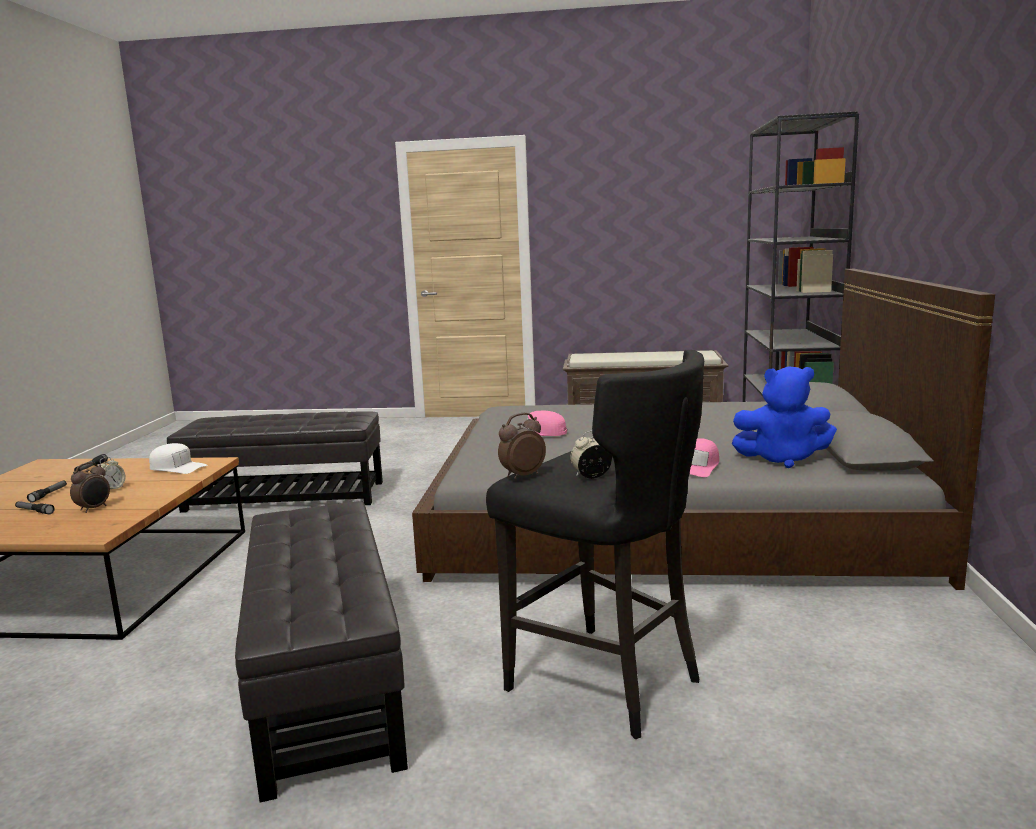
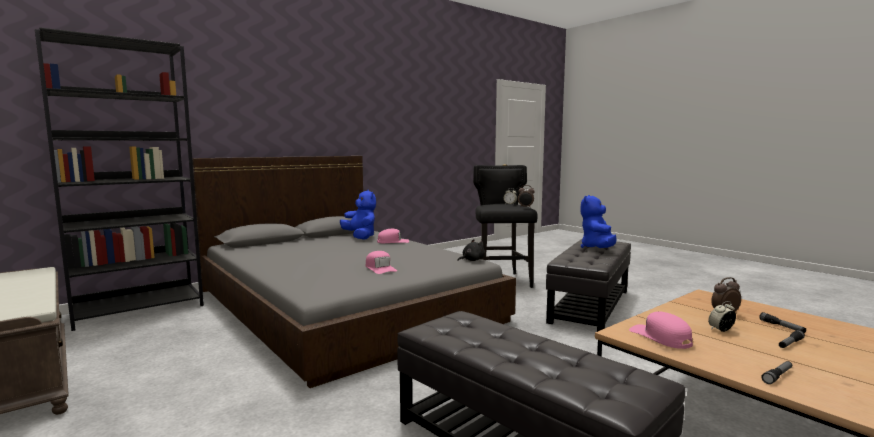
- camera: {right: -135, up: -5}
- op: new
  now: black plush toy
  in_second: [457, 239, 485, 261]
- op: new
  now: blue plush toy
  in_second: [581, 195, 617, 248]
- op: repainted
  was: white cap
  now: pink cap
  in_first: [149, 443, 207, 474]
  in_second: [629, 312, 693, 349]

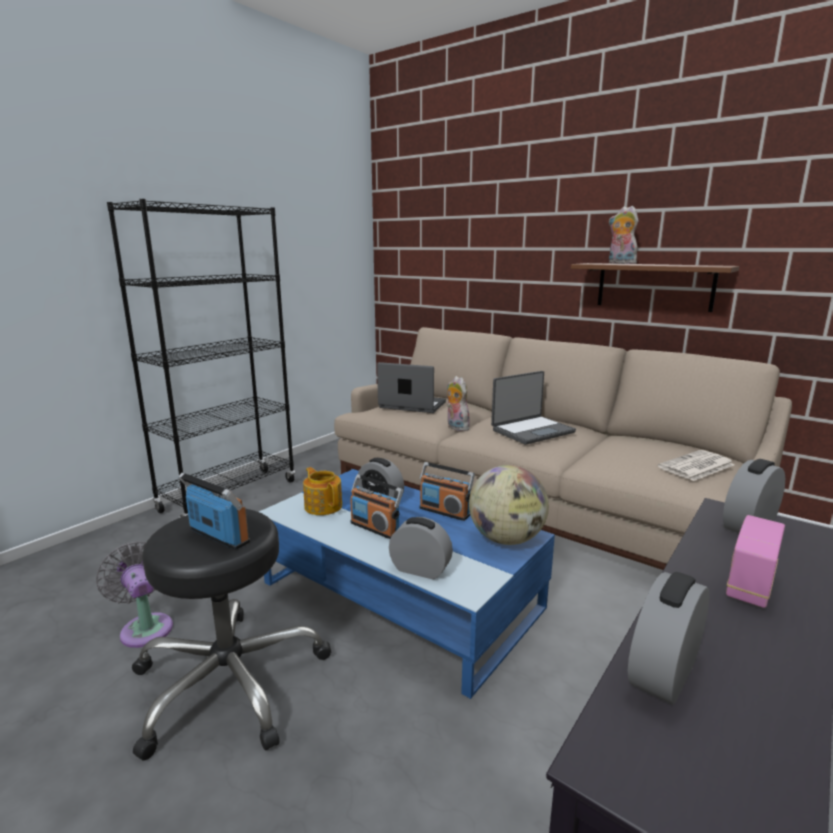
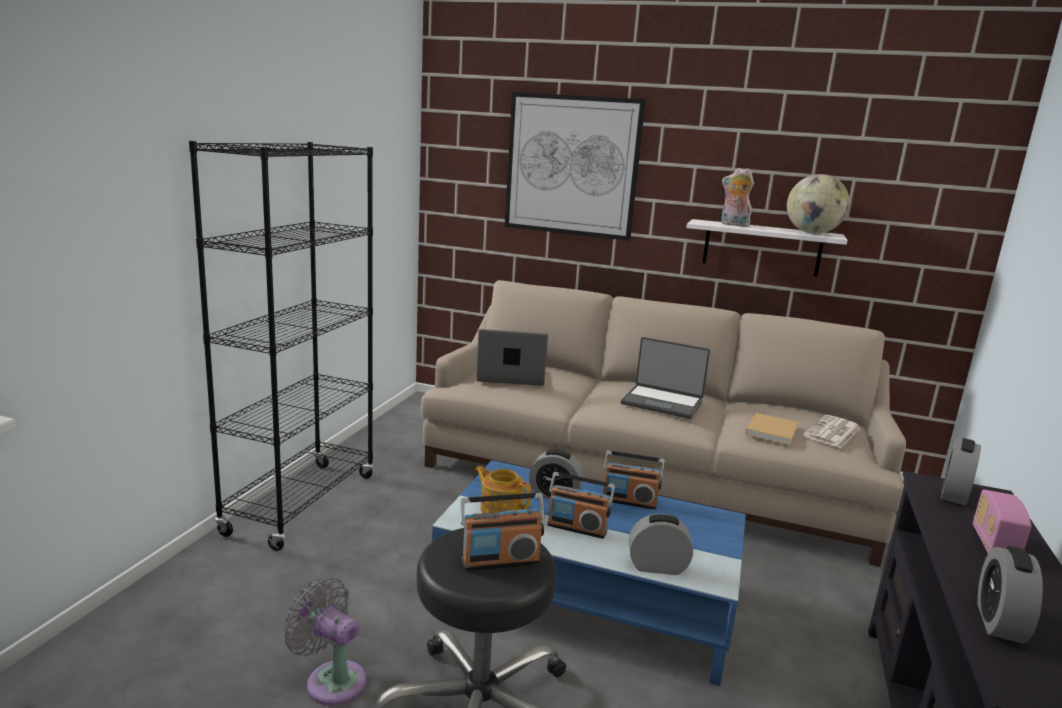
- camera: {right: -20, up: 0}
- op: gone
  was: plush toy
  in_first: [447, 376, 470, 431]
- op: new
  now: picture
  in_second: [505, 92, 646, 241]
- op: new
  now: beige book
  in_second: [745, 413, 799, 445]
- op: shifted
  was: globe
  in_first: [469, 465, 549, 545]
  in_second: [787, 174, 850, 234]
- op: repainted
  was: brown shelf
  now: white shelf
  in_first: [571, 263, 739, 312]
  in_second: [686, 219, 848, 277]
- op: rotated
  was: radio
  in_first: [178, 473, 250, 550]
  in_second: [460, 493, 545, 571]
  clockwise: 150
- op: rotated
  was: laptop
  in_first: [491, 371, 576, 445]
  in_second: [621, 337, 710, 419]
  clockwise: 75

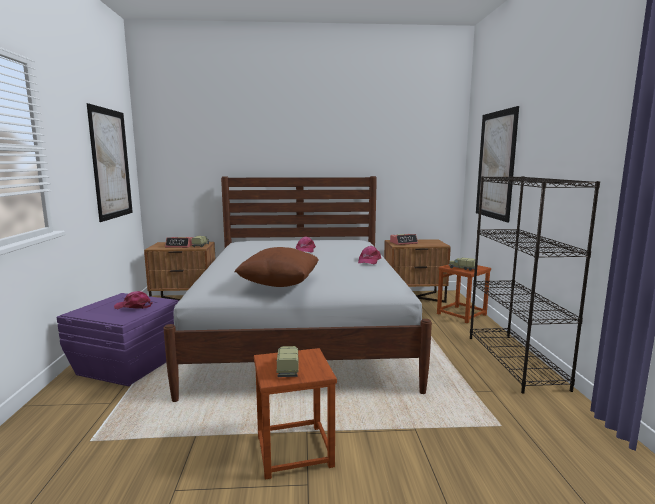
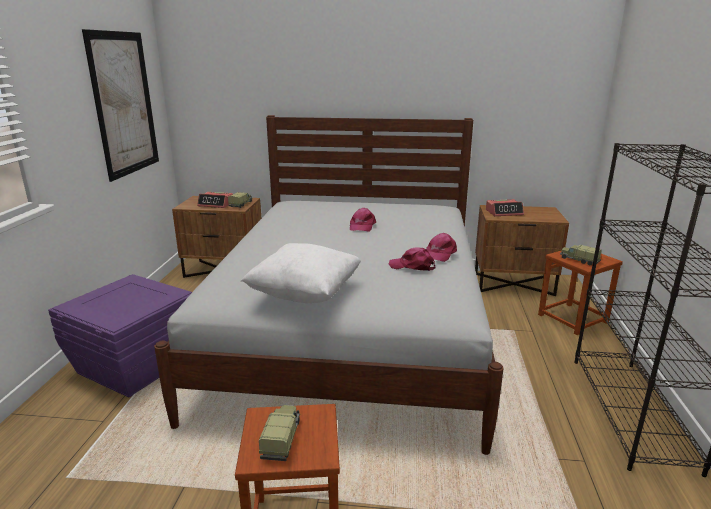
- camera: {right: 10, up: 10}
- op: gone
  was: picture
  in_first: [476, 106, 519, 223]
- op: shifted
  was: pink cap
  in_first: [114, 291, 153, 309]
  in_second: [389, 248, 435, 271]
- op: repainted
  was: brown pillow
  now: white pillow
  in_first: [234, 247, 318, 287]
  in_second: [241, 243, 361, 303]

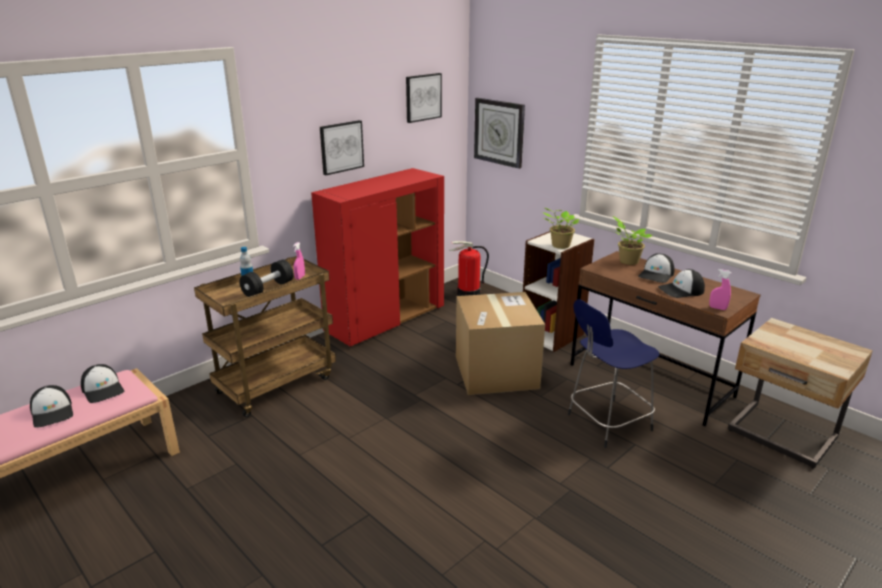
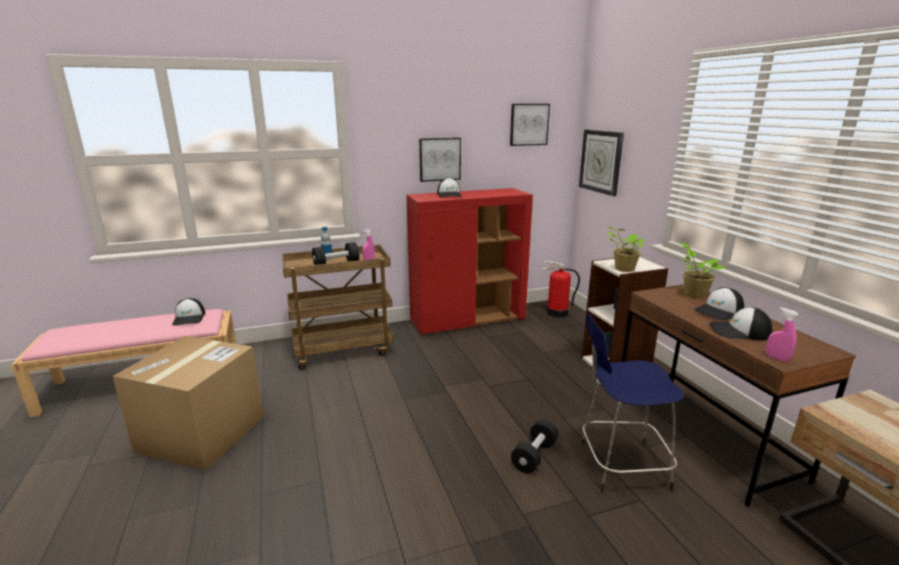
- camera: {right: 25, up: -5}
- op: new
  now: black dumbbell
  in_second: [511, 419, 558, 474]
- op: shifted
  was: cap
  in_first: [30, 385, 73, 427]
  in_second: [437, 178, 462, 197]
- op: shifted
  was: cardboard box
  in_first: [456, 292, 545, 395]
  in_second: [112, 336, 264, 471]

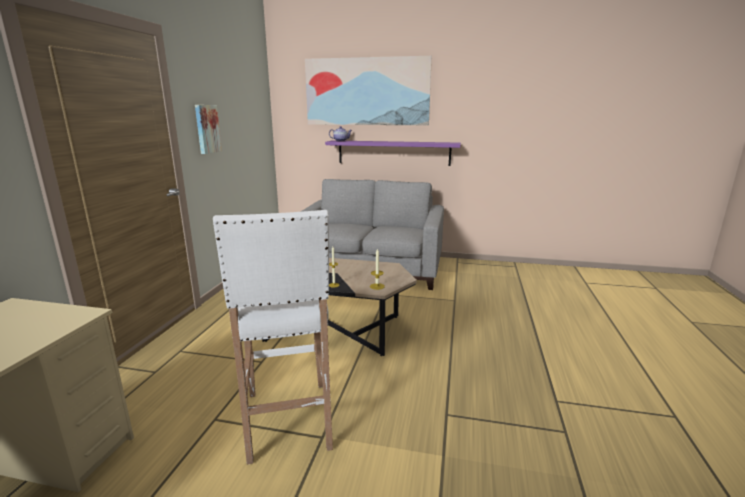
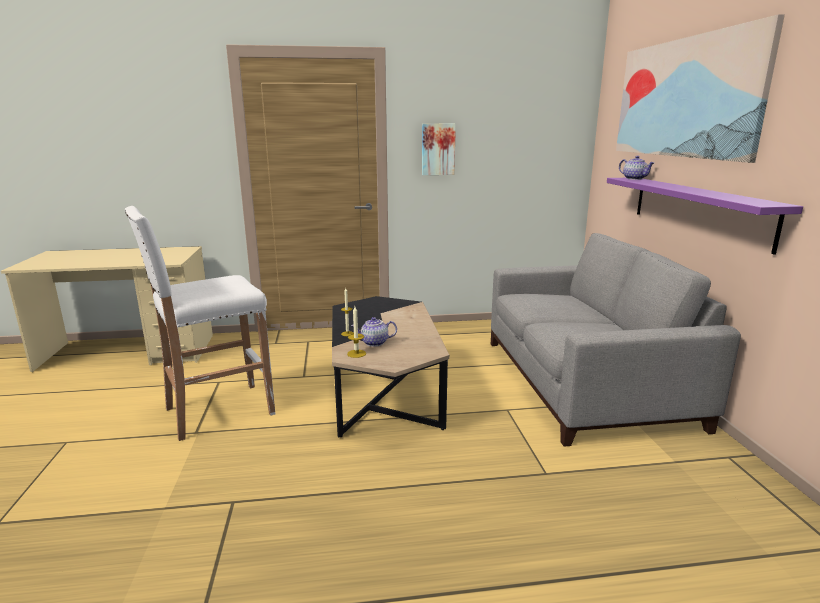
- camera: {right: 70, up: 0}
- op: new
  now: teapot
  in_second: [351, 317, 397, 347]

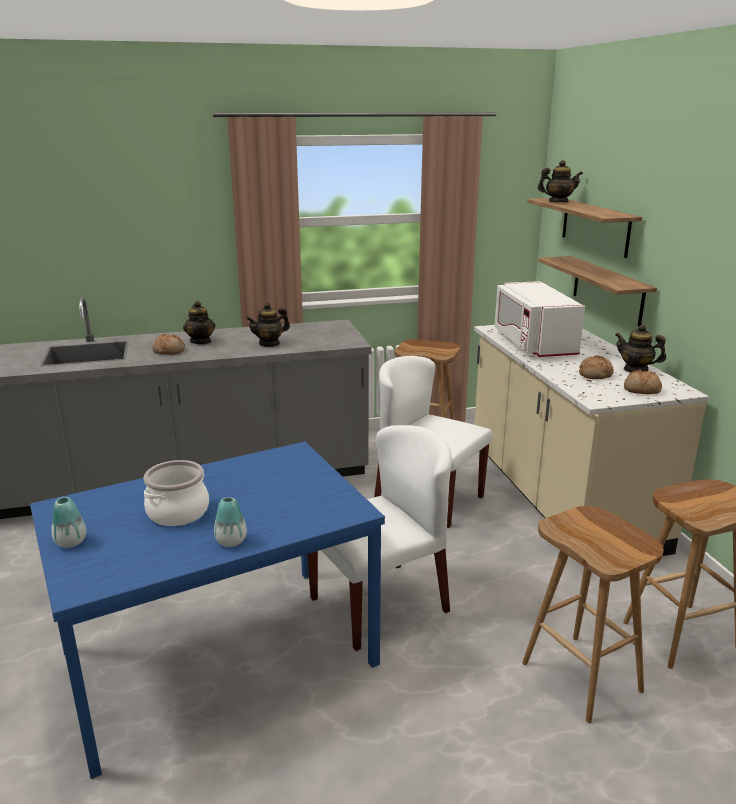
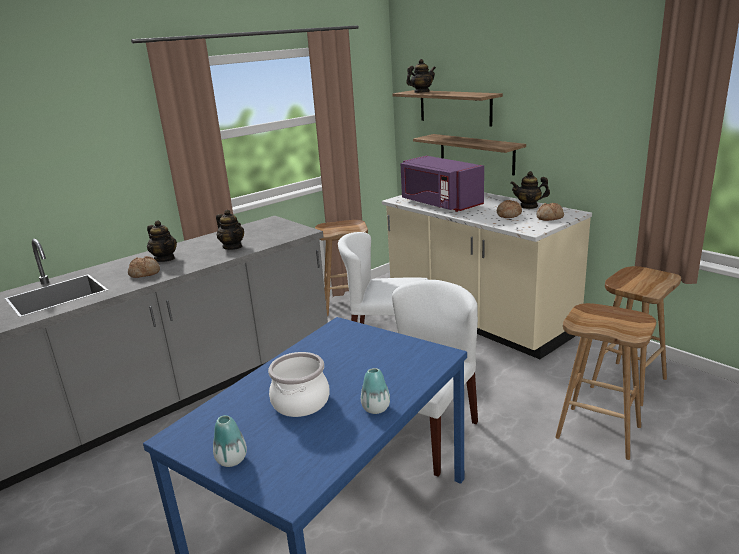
- camera: {right: -25, up: 0}
- op: repainted
  was: white microwave
  now: purple microwave
  in_first: [494, 281, 585, 357]
  in_second: [400, 156, 484, 212]
- op: rotated
  was: teapot
  in_first: [246, 303, 290, 347]
  in_second: [216, 210, 244, 250]
  clockwise: -75

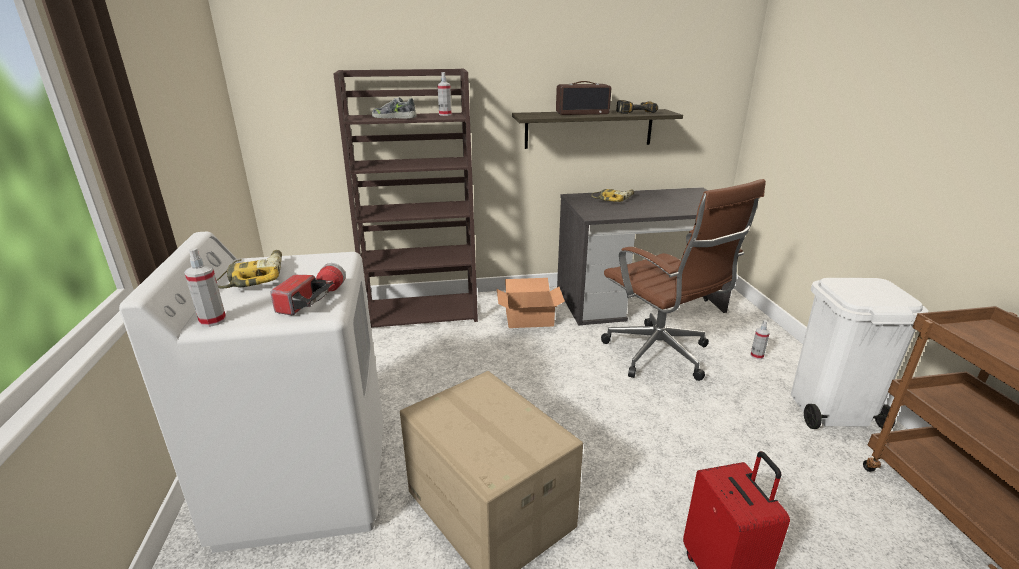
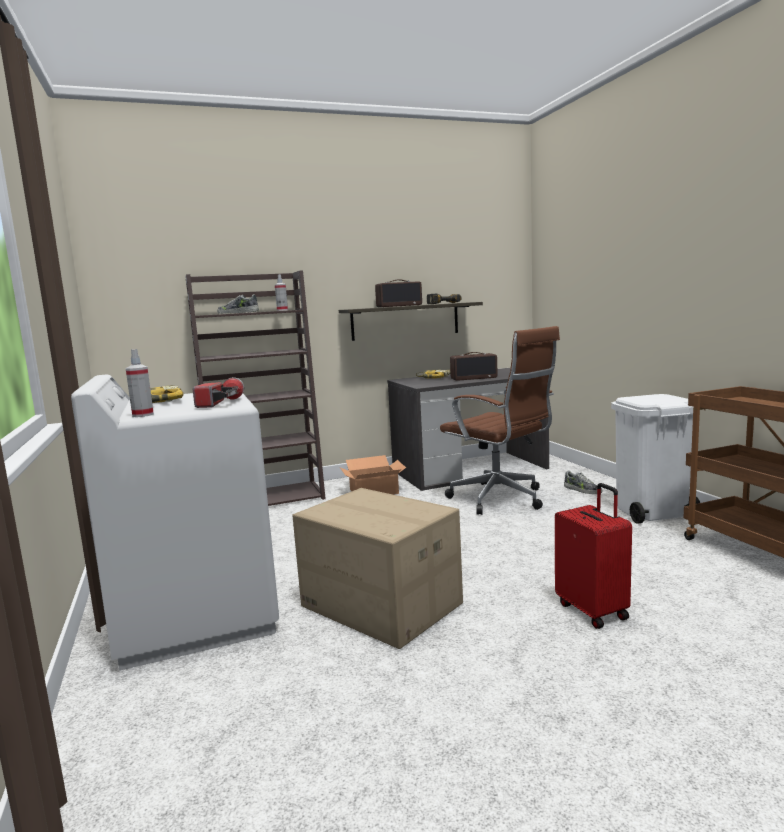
- camera: {right: -10, up: -15}
- op: new
  now: radio
  in_second: [450, 352, 497, 381]
- op: swapped
  was: spray bottle
  now: shoe
  in_first: [750, 320, 770, 359]
  in_second: [564, 470, 602, 494]

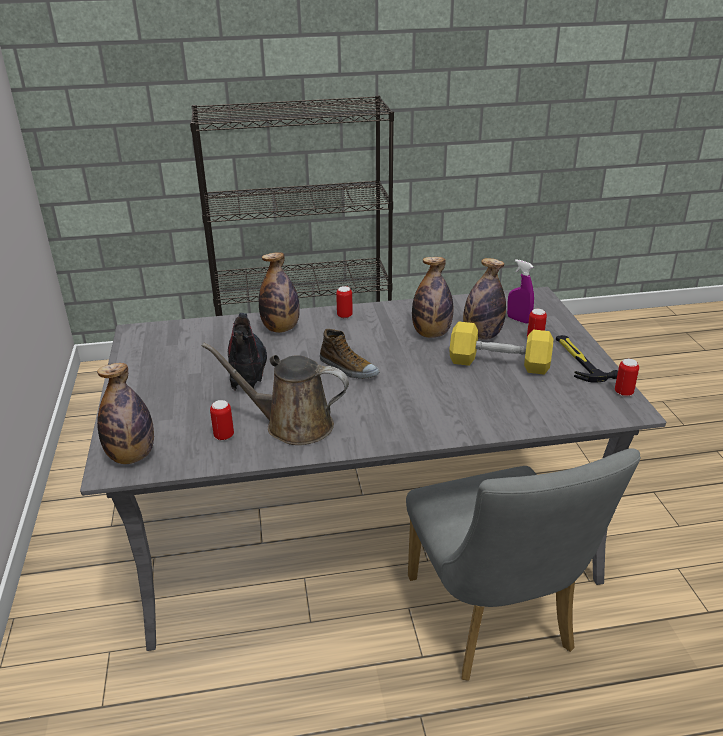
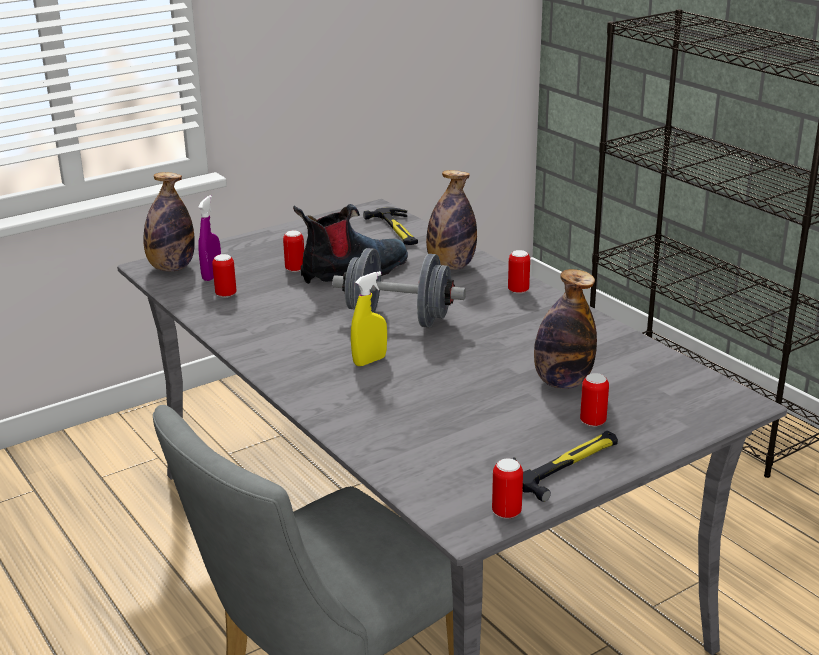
- camera: {right: 65, up: -5}
- op: gone
  was: brown watering can
  in_first: [202, 343, 349, 445]
- op: gone
  was: bottle
  in_first: [412, 257, 454, 338]
- op: gone
  was: yellow dumbbell
  in_first: [449, 322, 553, 375]
- op: new
  now: can
  in_second: [283, 230, 304, 272]
- op: new
  now: yellow spray bottle
  in_second: [351, 271, 387, 366]
- op: new
  now: hammer
  in_second: [363, 207, 418, 245]
- op: shifted
  was: purple spray bottle
  in_first: [507, 259, 534, 324]
  in_second: [198, 195, 221, 281]
- op: swapped
  was: shoe
  now: grey dumbbell
  in_first: [320, 329, 379, 379]
  in_second: [332, 248, 466, 327]

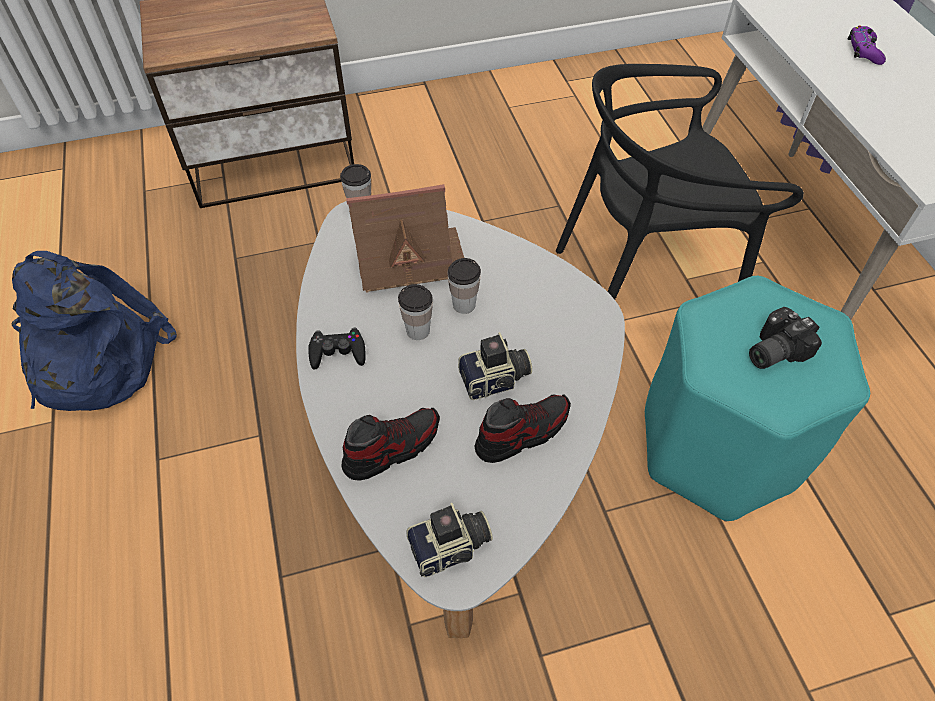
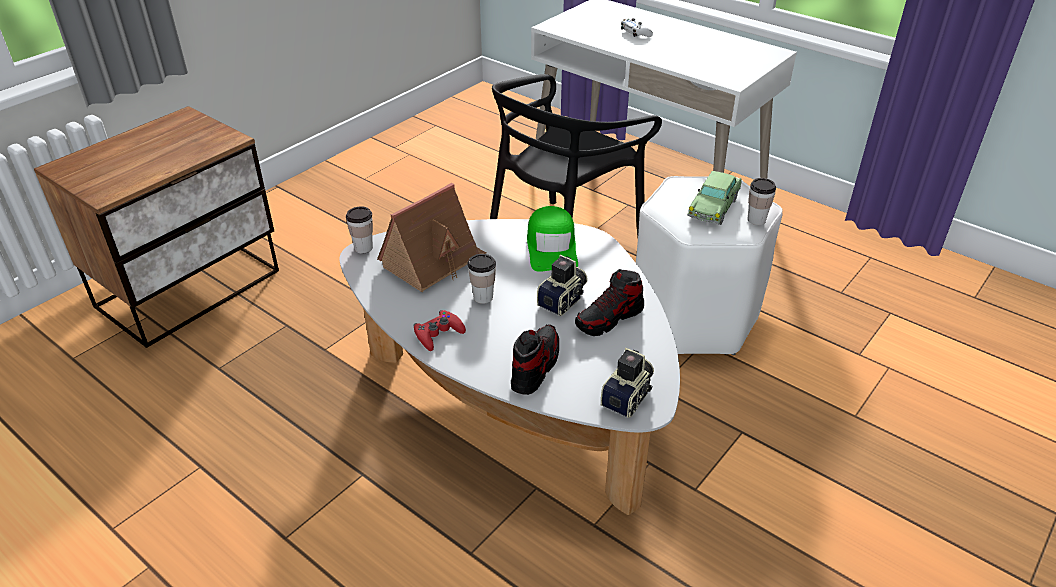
- camera: {right: -35, up: -15}
- op: gone
  was: blue backpack
  in_first: [11, 251, 177, 411]
- op: new
  now: green cap
  in_second: [527, 206, 578, 272]
- op: shifted
  was: cup
  in_first: [448, 258, 481, 314]
  in_second: [747, 178, 776, 225]
- op: swapped
  was: photo camera
  now: toy car
  in_first: [749, 307, 822, 369]
  in_second: [687, 171, 742, 225]
- op: repainted
  was: black game controller
  now: red game controller
  in_first: [308, 328, 366, 370]
  in_second: [413, 310, 466, 351]
- op: repainted
  was: turquoise stool
  now: white stool
  in_first: [645, 276, 870, 522]
  in_second: [636, 176, 783, 355]
- op: repainted
  was: purple game controller
  now: white game controller
  in_first: [847, 25, 886, 65]
  in_second: [621, 18, 653, 37]
- op: rotated
  was: shoe
  in_first: [475, 394, 571, 463]
  in_second: [575, 269, 644, 336]
  clockwise: -150

